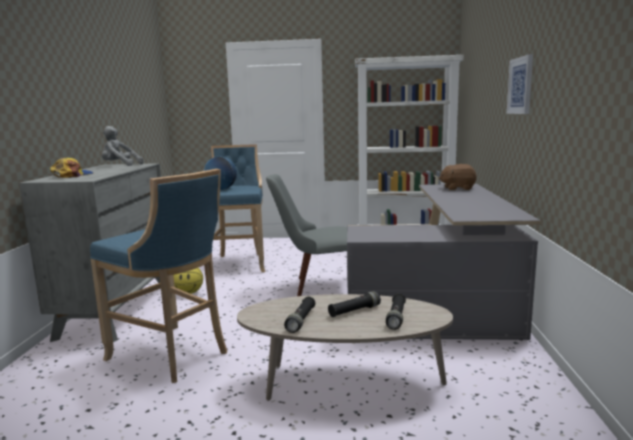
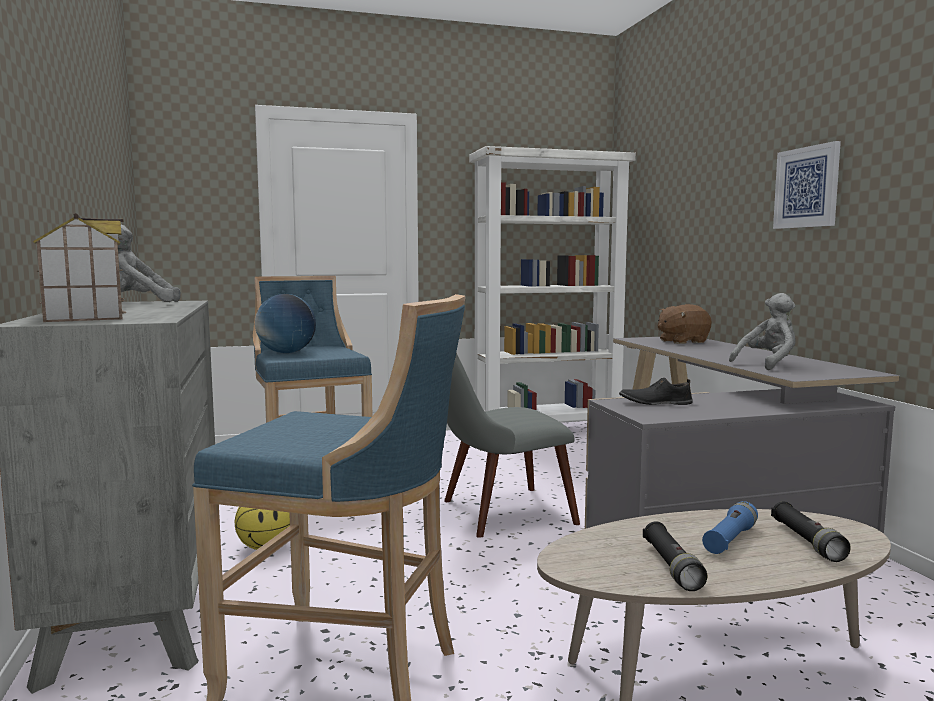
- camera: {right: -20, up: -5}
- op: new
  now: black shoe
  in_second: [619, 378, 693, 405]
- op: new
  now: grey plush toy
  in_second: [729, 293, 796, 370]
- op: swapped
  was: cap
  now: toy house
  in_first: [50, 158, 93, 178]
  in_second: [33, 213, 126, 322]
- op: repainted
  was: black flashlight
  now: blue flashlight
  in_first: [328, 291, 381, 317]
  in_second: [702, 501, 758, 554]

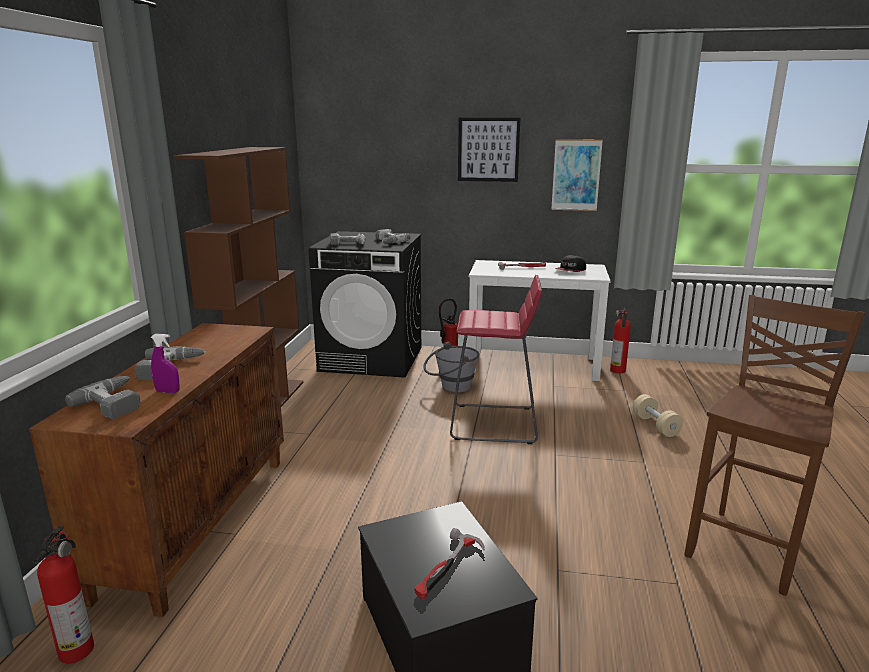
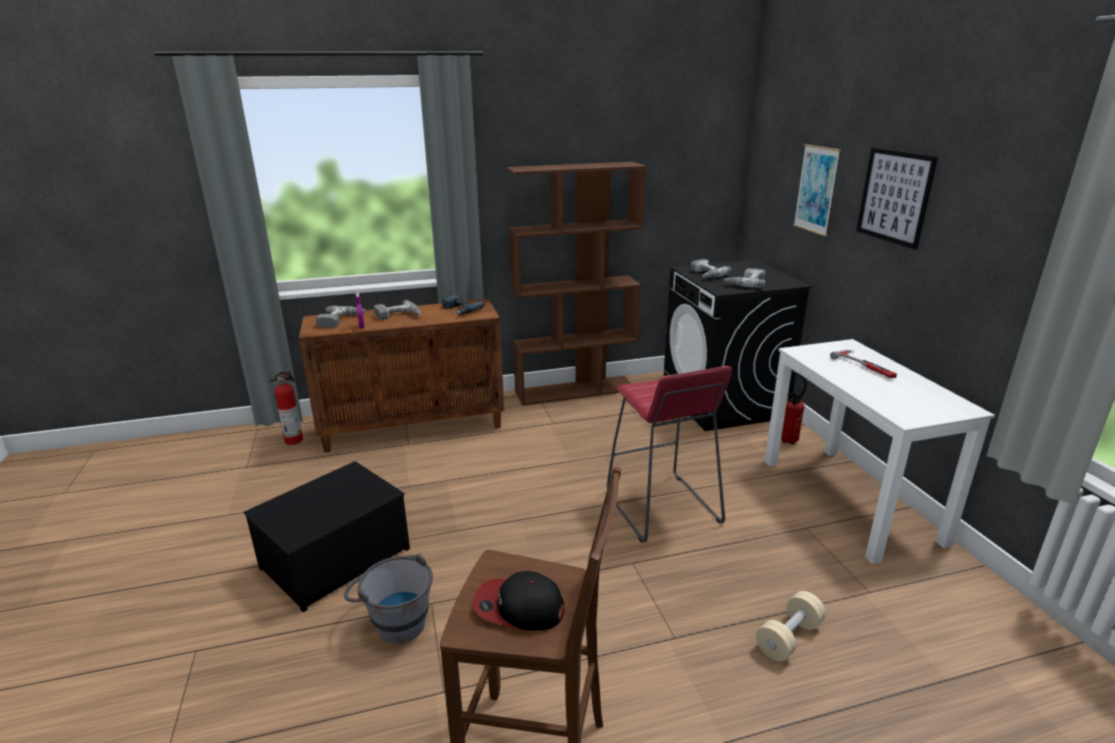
- camera: {right: 65, up: 5}
- op: gone
  was: hammer
  in_first: [414, 528, 485, 600]
- op: gone
  was: fire extinguisher
  in_first: [610, 308, 631, 373]
- op: new
  now: power drill
  in_second: [442, 295, 485, 315]
- op: shifted
  was: grey bucket
  in_first: [423, 342, 479, 393]
  in_second: [344, 553, 433, 644]
- op: shifted
  was: picture
  in_first: [551, 139, 603, 211]
  in_second: [793, 144, 841, 236]
- op: shifted
  was: cap
  in_first: [555, 255, 586, 272]
  in_second: [473, 571, 564, 630]

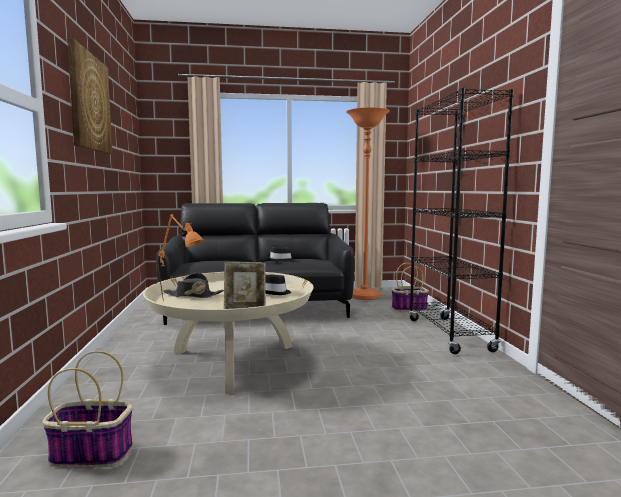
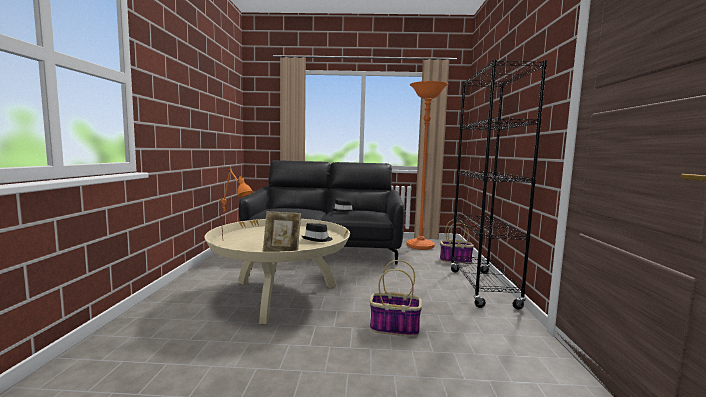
- camera: {right: 10, up: 0}
- op: gone
  was: picture
  in_first: [67, 38, 112, 154]
- op: gone
  was: black hat
  in_first: [163, 273, 224, 298]
- op: shifted
  was: basket
  in_first: [43, 351, 133, 467]
  in_second: [370, 260, 422, 337]

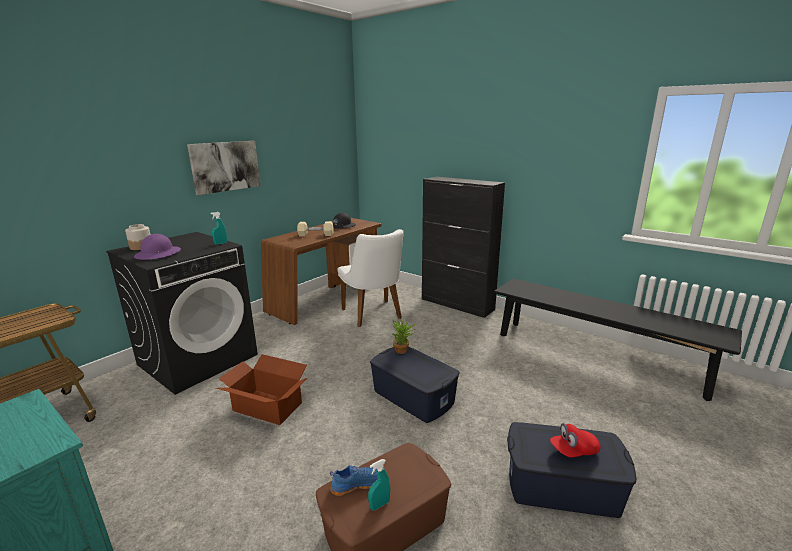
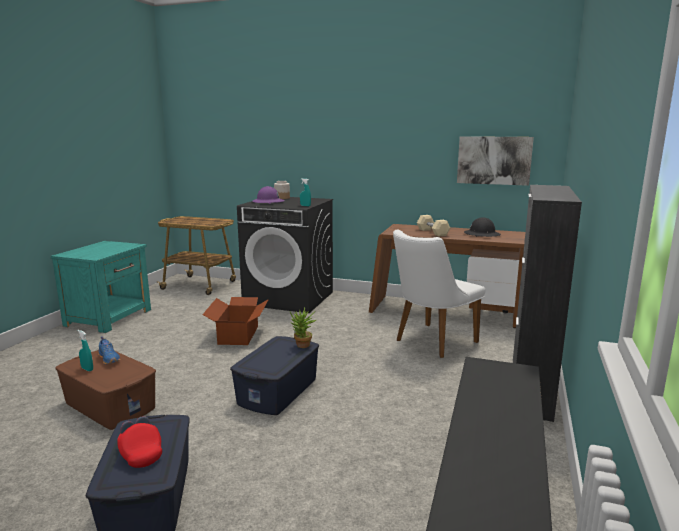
- camera: {right: 70, up: -5}
- op: shifted
  was: picture
  in_first: [187, 141, 261, 195]
  in_second: [457, 136, 534, 186]

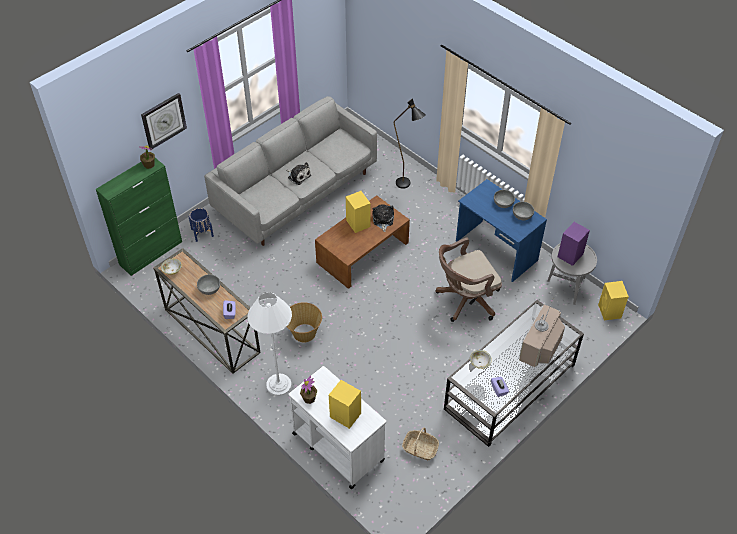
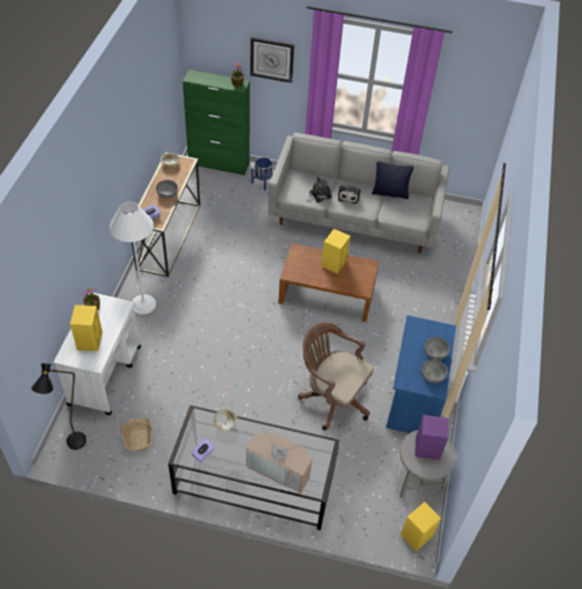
- camera: {right: 55, up: 0}
- op: gone
  was: basket
  in_first: [287, 302, 322, 343]
- op: new
  now: black pillow
  in_second: [372, 161, 414, 199]
- op: shifted
  was: plush toy
  in_first: [372, 204, 394, 232]
  in_second: [307, 177, 332, 203]
- op: shifted
  was: black floor lamp
  in_first: [394, 98, 426, 189]
  in_second: [31, 363, 86, 450]
- op: rotated
  was: television
  in_first: [519, 302, 565, 367]
  in_second: [246, 428, 312, 493]
  clockwise: -150

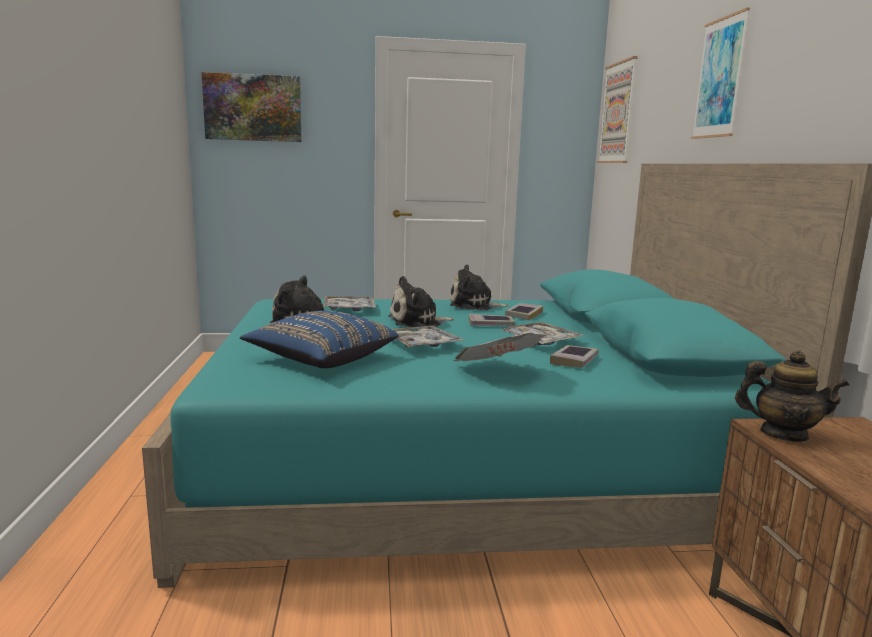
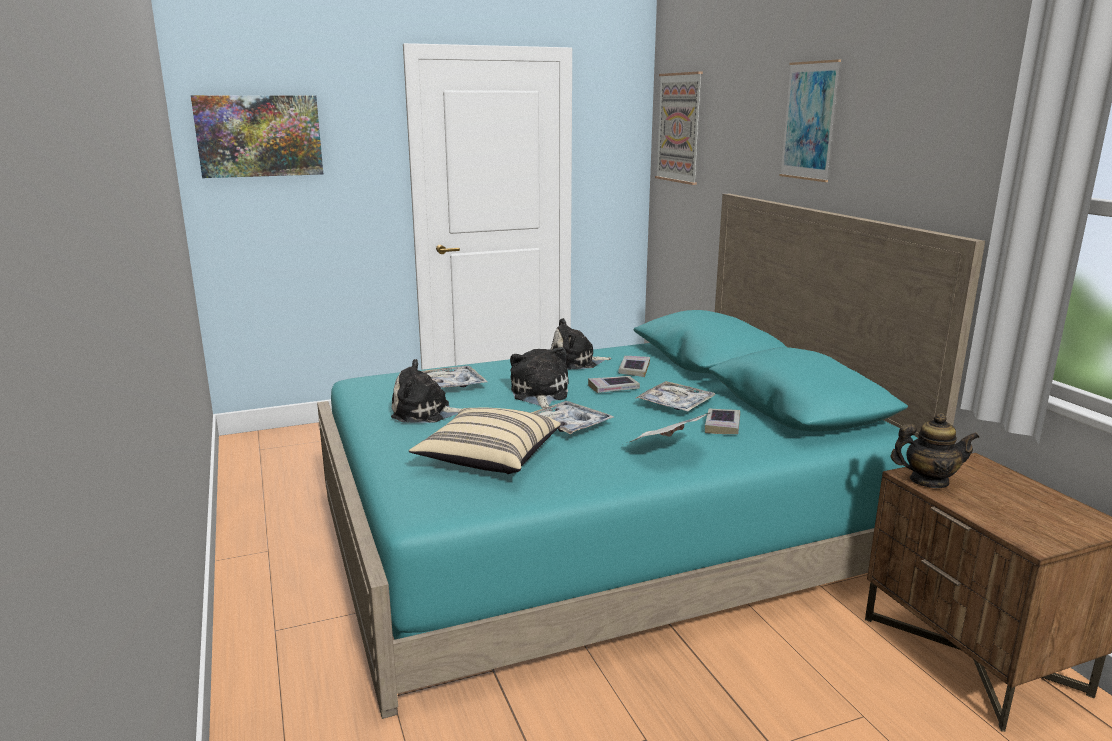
- camera: {right: -15, up: 5}
- op: repainted
  was: blue pillow
  now: beige pillow
  in_first: [240, 311, 398, 368]
  in_second: [409, 407, 561, 474]
- op: rotated
  was: plush toy
  in_first: [388, 276, 454, 328]
  in_second: [510, 347, 569, 409]
  clockwise: 120

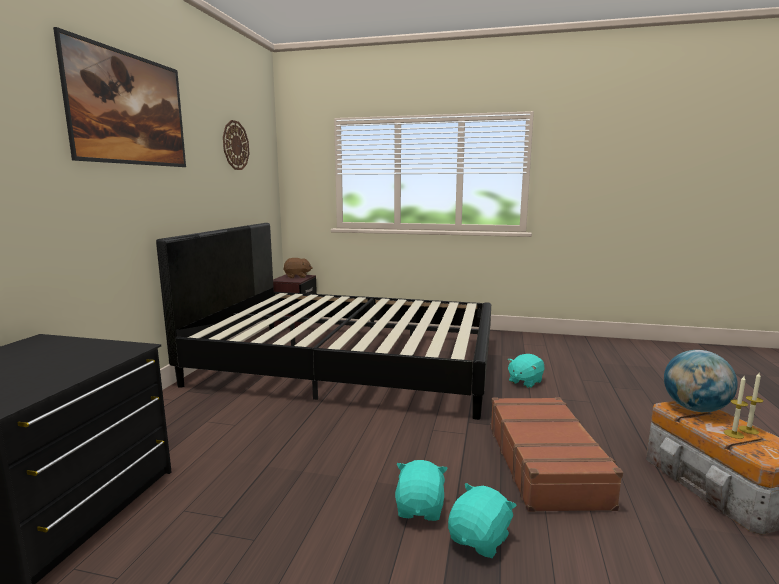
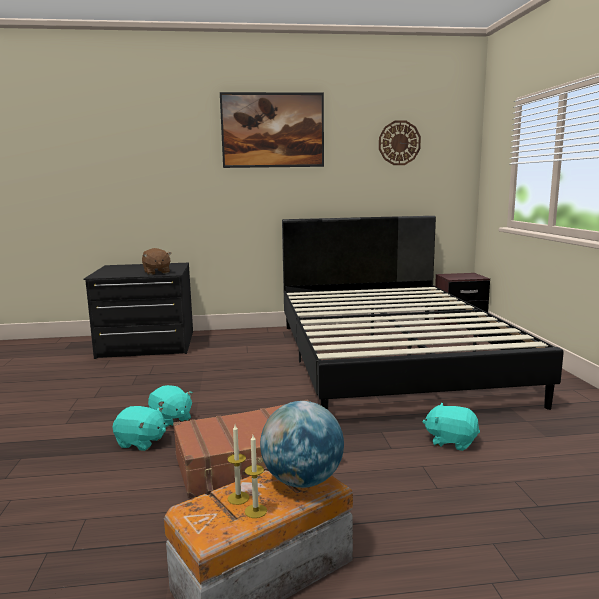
- camera: {right: 70, up: 0}
- op: shifted
  was: brown plush toy
  in_first: [283, 258, 313, 278]
  in_second: [142, 248, 171, 275]
- op: rotated
  was: turquoise plush toy
  in_first: [395, 460, 448, 521]
  in_second: [148, 385, 193, 428]
  clockwise: 60

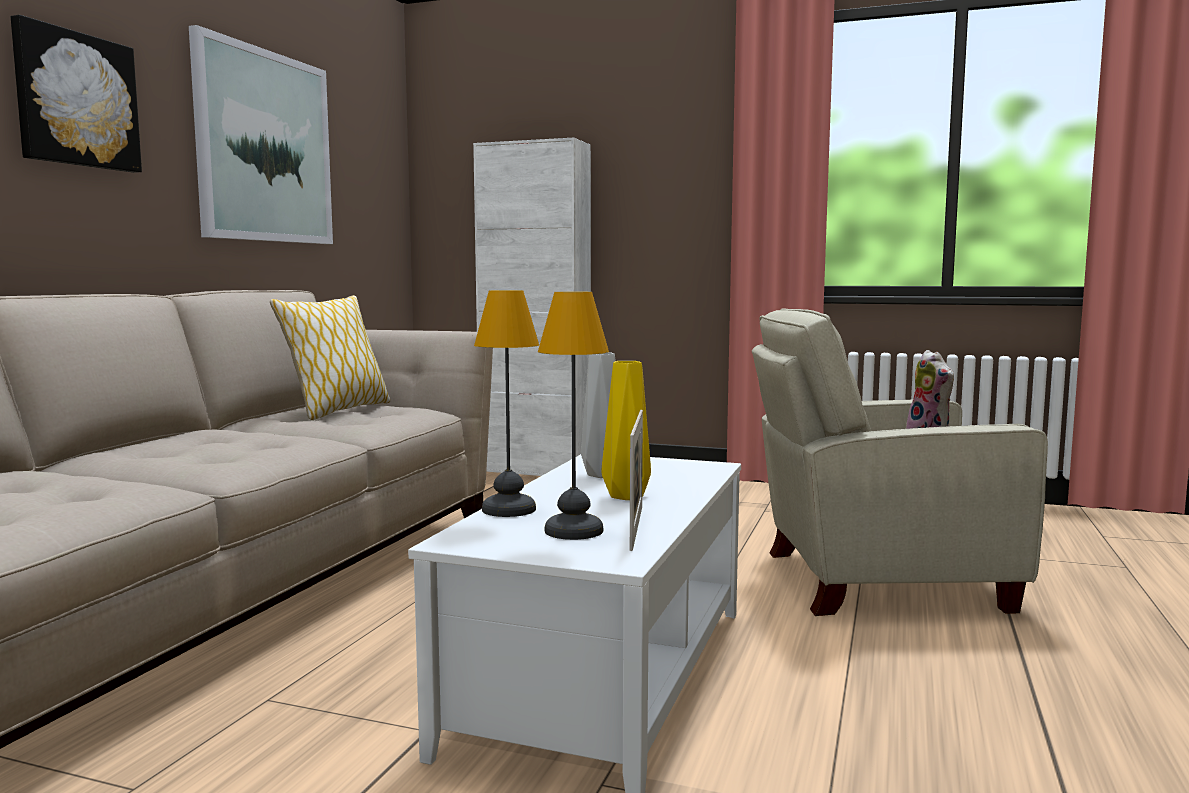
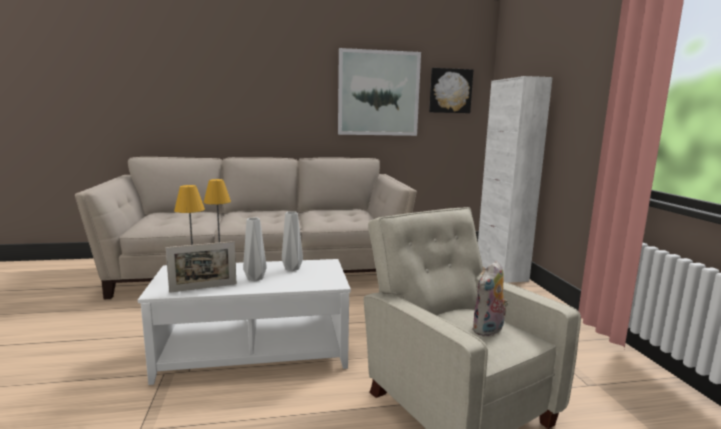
- camera: {right: 60, up: 5}
- op: gone
  was: pillow
  in_first: [270, 295, 390, 420]
- op: shifted
  was: picture
  in_first: [11, 15, 142, 173]
  in_second: [429, 68, 473, 113]
- op: repainted
  was: yellow vase
  now: grey vase
  in_first: [601, 361, 651, 500]
  in_second: [243, 218, 267, 281]

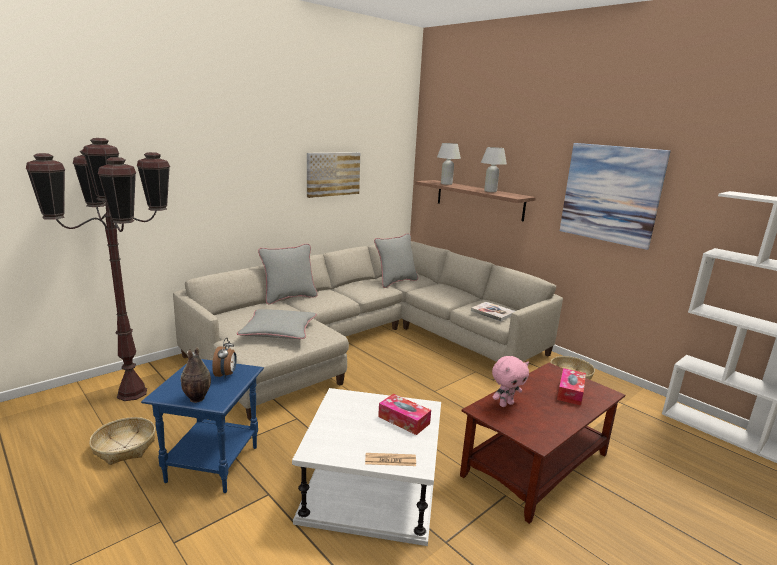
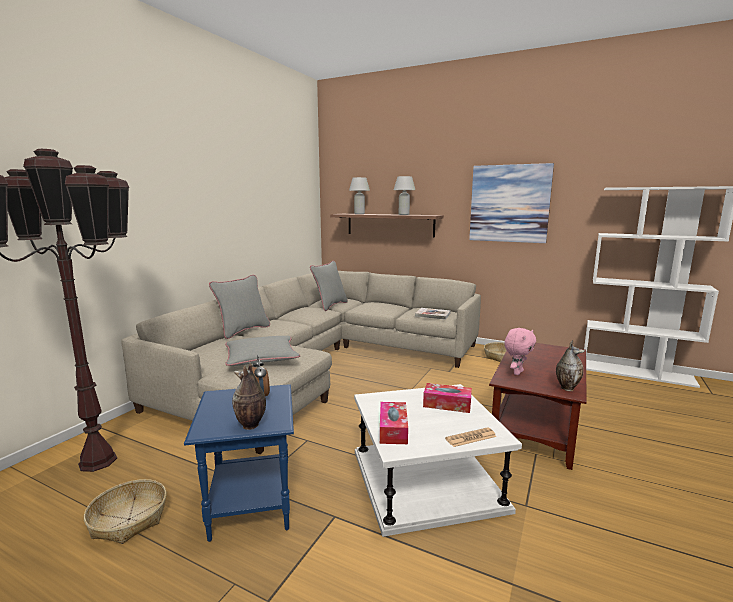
- camera: {right: -20, up: -5}
- op: gone
  was: picture
  in_first: [307, 152, 360, 198]
- op: new
  now: vase
  in_second: [556, 340, 585, 391]
- op: shifted
  was: tissue box
  in_first: [557, 368, 586, 406]
  in_second: [380, 402, 408, 444]

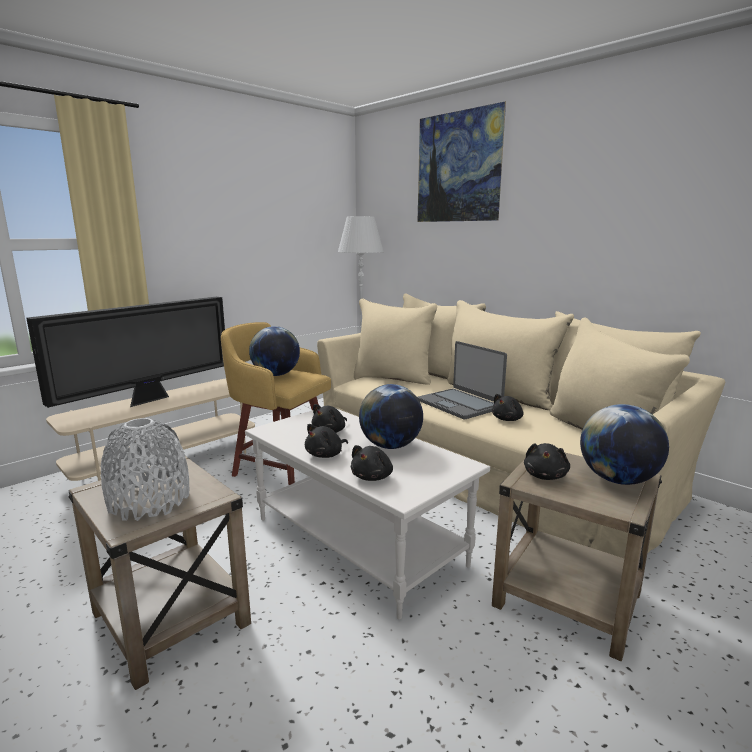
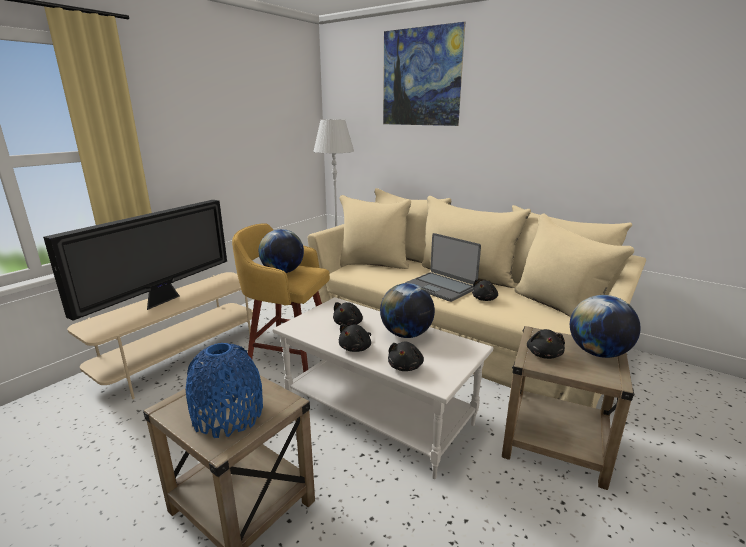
- camera: {right: -10, up: 5}
- op: repainted
  was: grey vase
  now: blue vase
  in_first: [101, 418, 189, 521]
  in_second: [186, 343, 263, 438]

